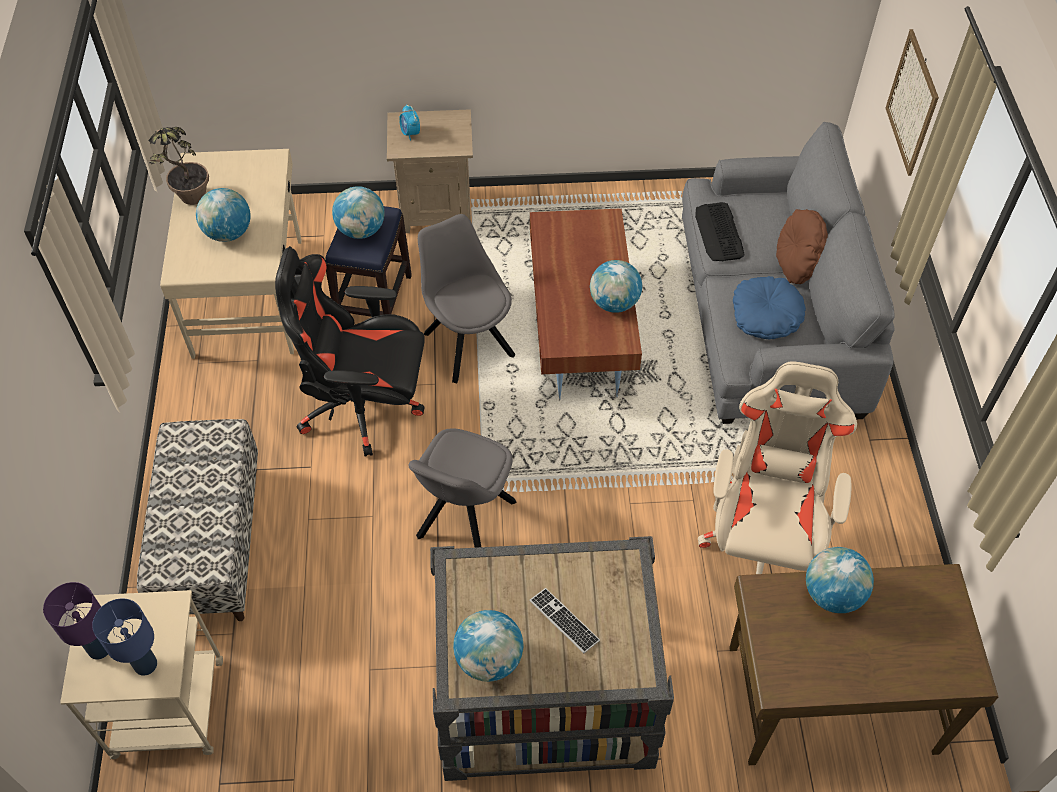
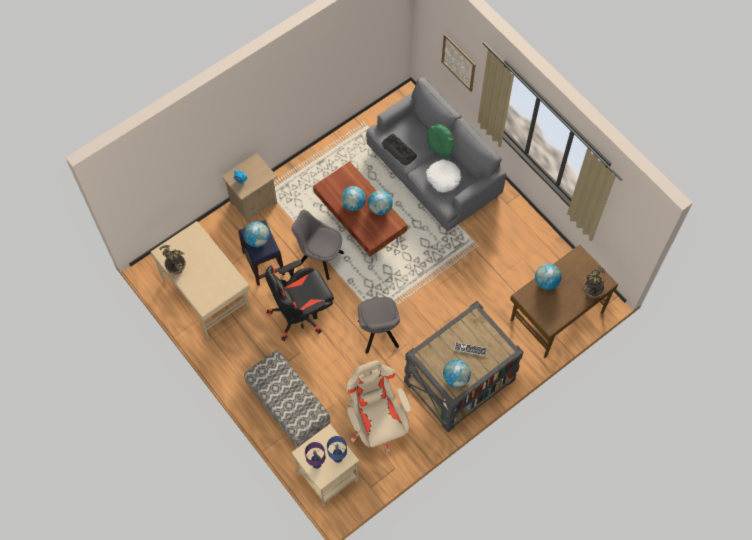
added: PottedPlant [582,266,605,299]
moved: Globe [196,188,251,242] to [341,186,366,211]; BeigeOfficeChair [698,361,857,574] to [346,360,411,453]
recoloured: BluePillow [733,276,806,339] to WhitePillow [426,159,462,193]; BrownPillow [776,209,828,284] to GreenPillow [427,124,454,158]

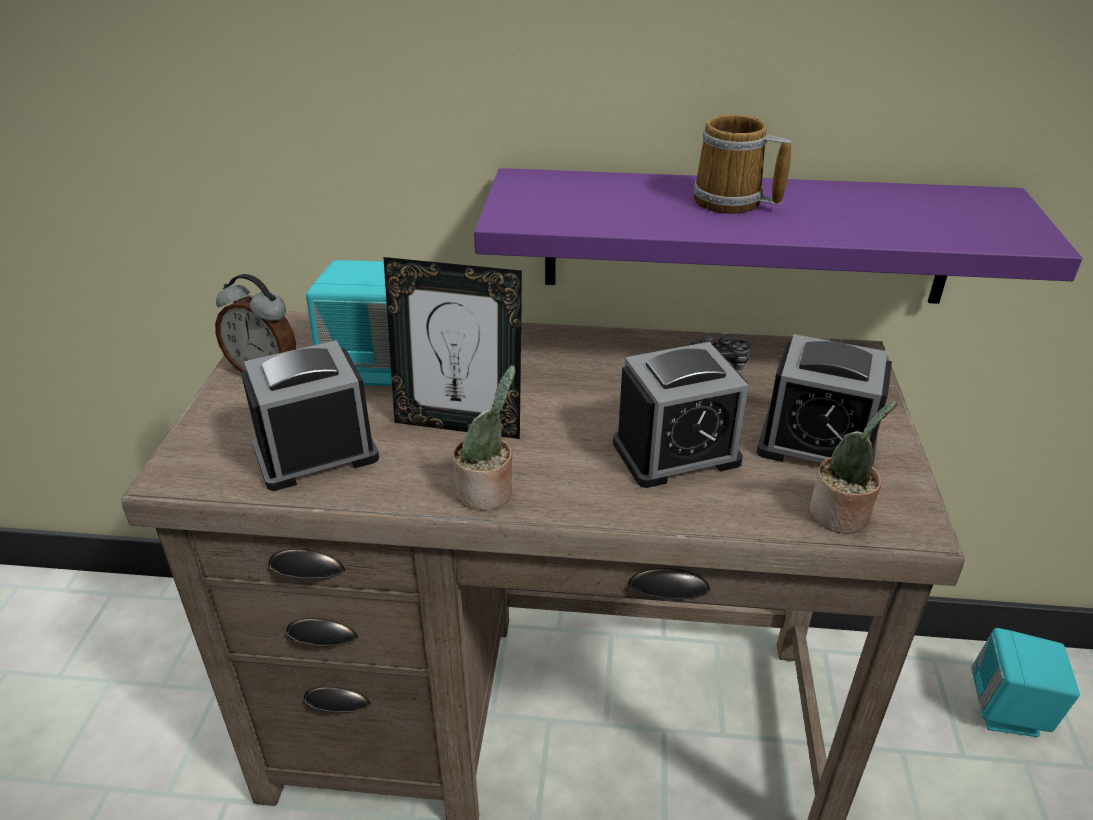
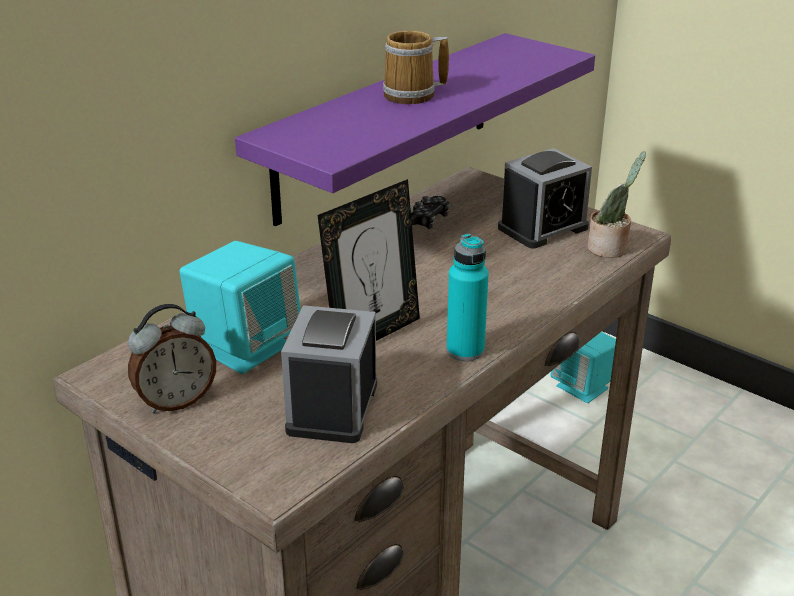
removed: AlarmClock [613,342,749,488]
replaced: PottedPlant [453,365,515,511] to TurquoiseBottle [447,234,489,361]

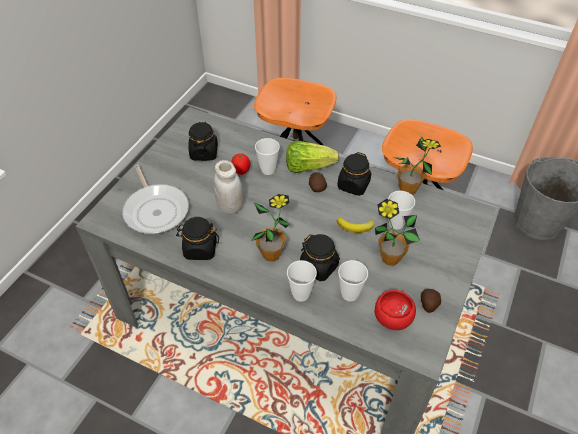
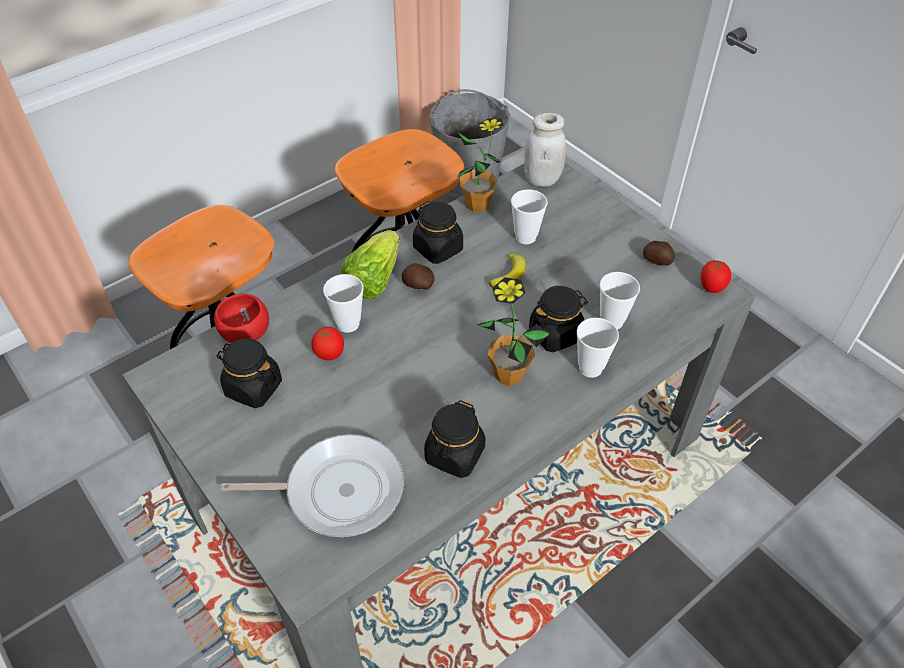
removed: PottedPlant [375,199,420,266]
added: Tomato [701,260,731,293]
moved: RedBowl [375,290,416,330] to [214,294,269,343]; WhiteJar [213,160,243,215] to [524,113,566,187]

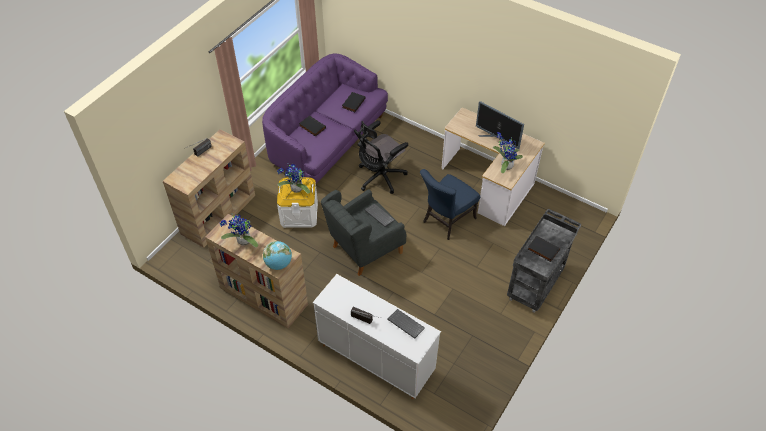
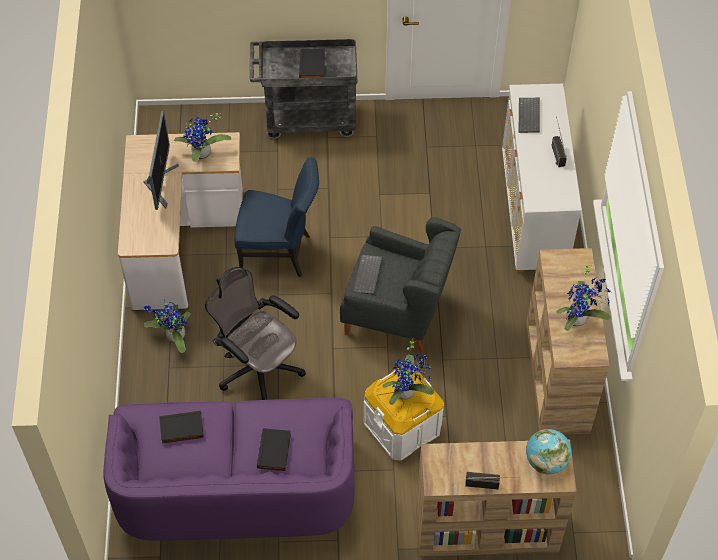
added: PottedPlant [143,300,191,353]
moved: Globe [263,241,292,270] to [526,429,572,474]
turned: OfficeChair [354,120,408,194] = [205,267,306,400] 150 degrees counterclockwise

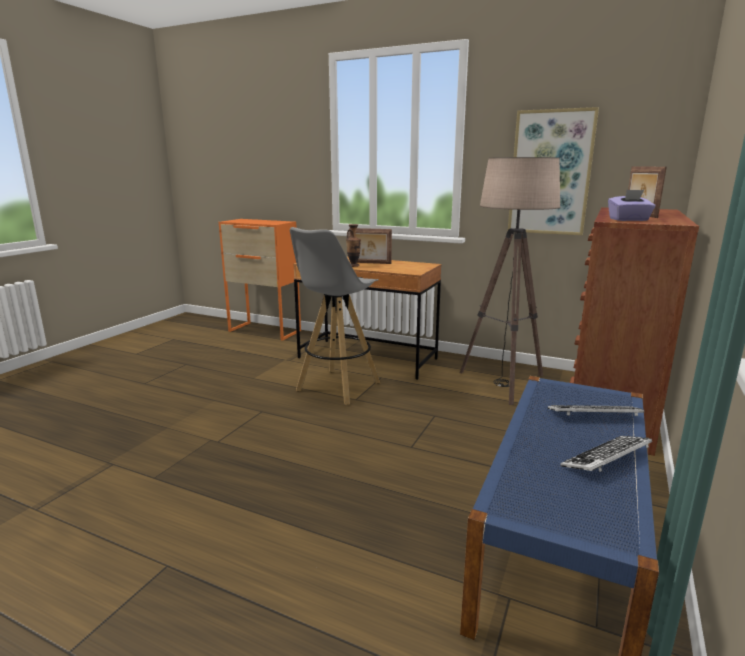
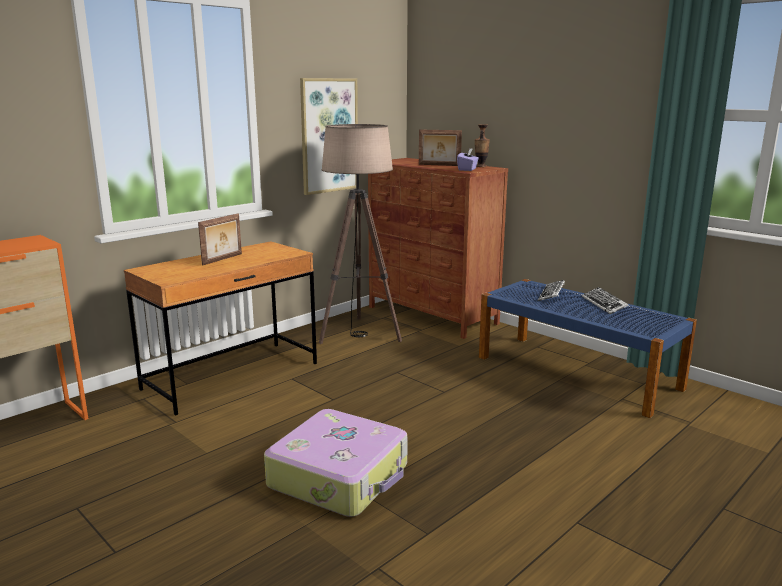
removed: GreyStool [290,227,380,405]
added: Suitcase [264,409,408,517]
moved: Vase [346,224,361,267] to [475,124,490,167]

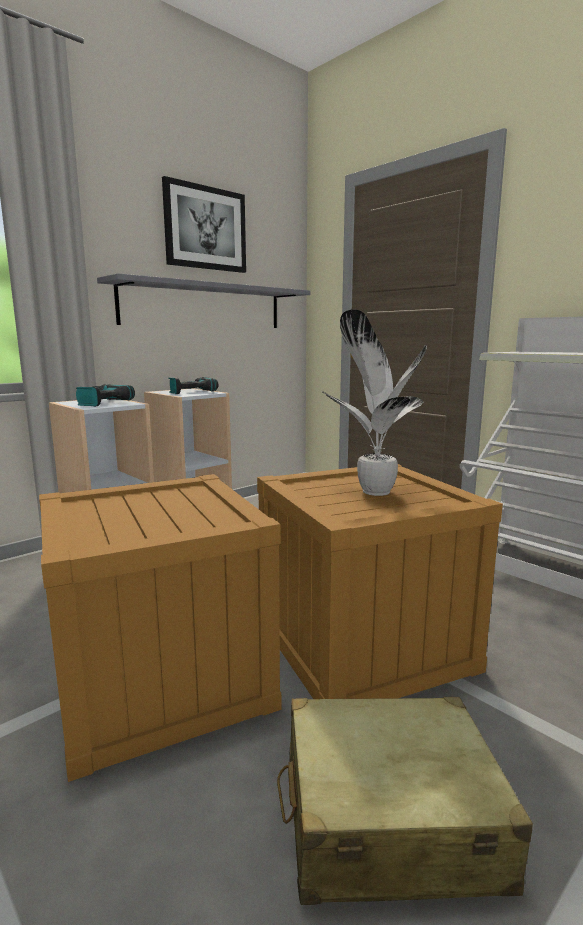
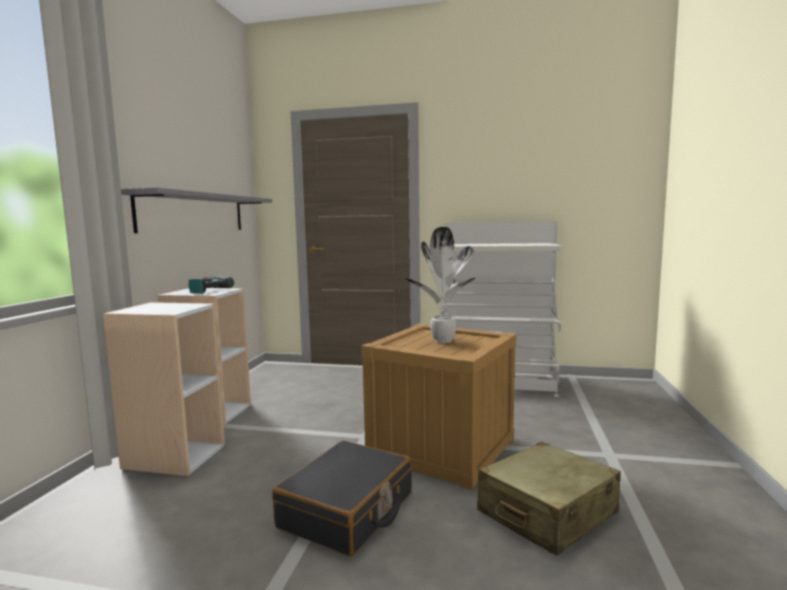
removed: PowerDrill [76,384,135,407]; Picture [162,176,246,273]
replaced: Crate [39,474,281,782] to BlackSuitcase [272,441,412,556]

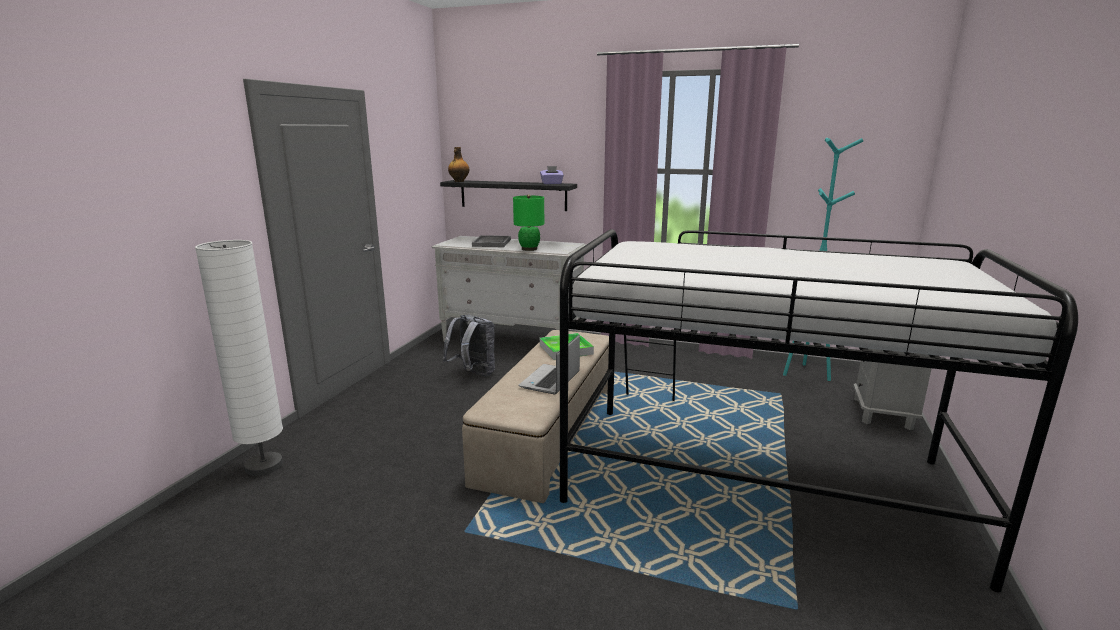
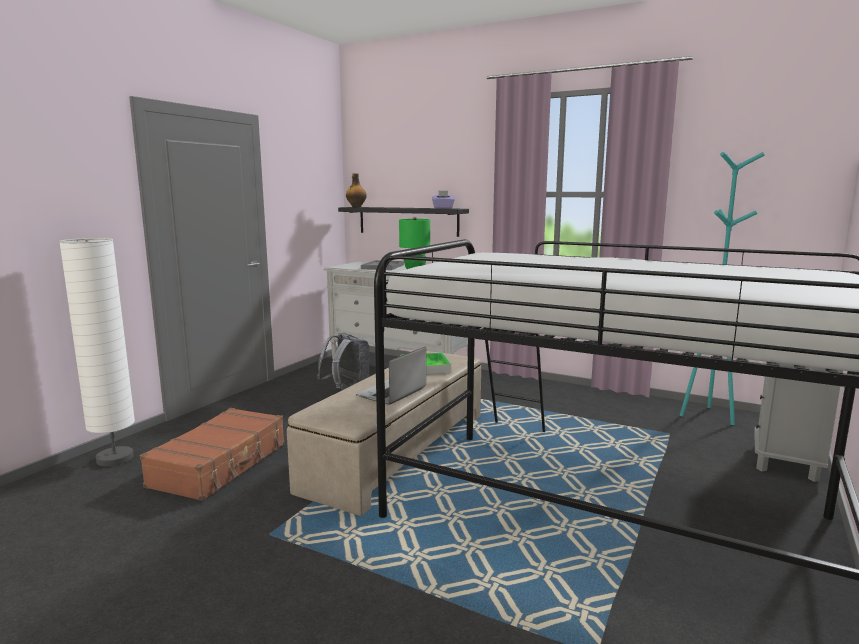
added: BrownSuitcase [140,408,285,501]

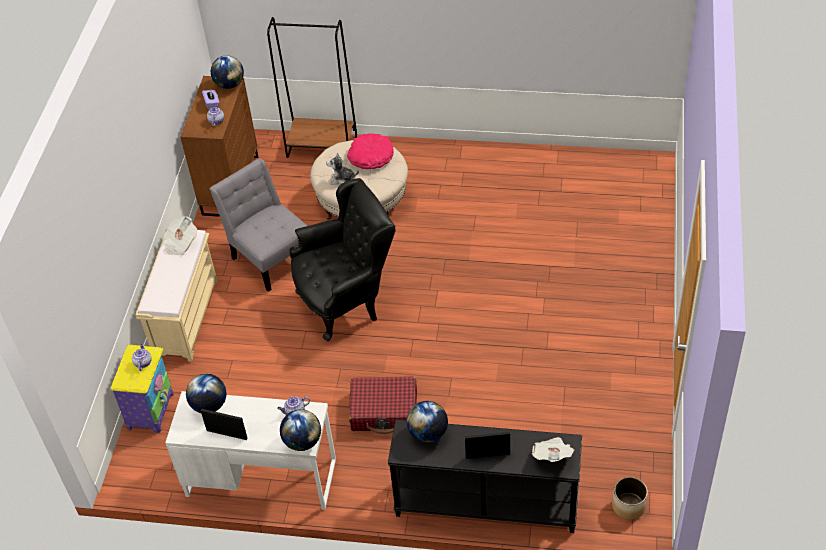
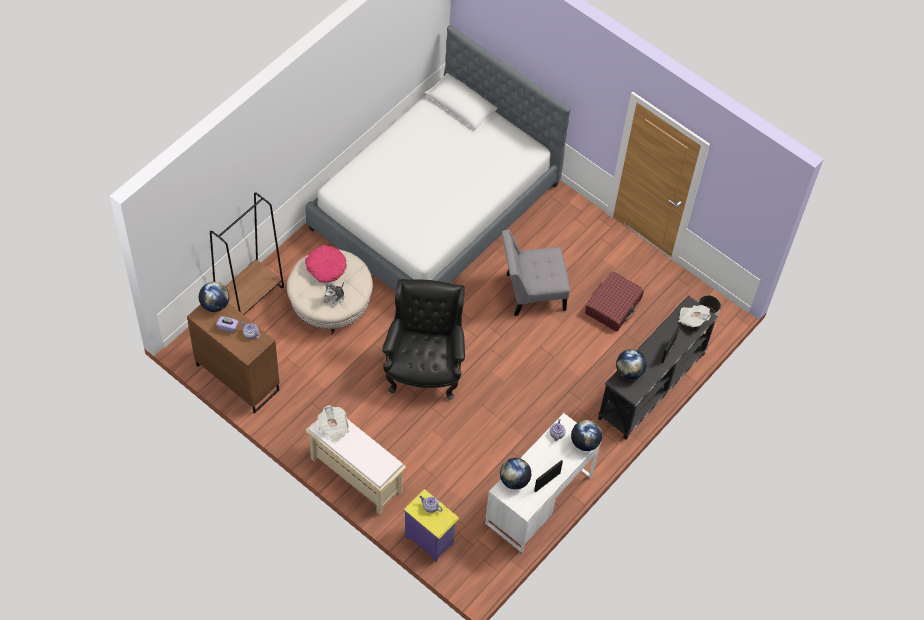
added: Bed [305,25,571,292]
moved: GreyChair [209,158,307,292] to [502,230,570,316]; RedSuitcase [349,377,417,434] to [585,271,644,332]

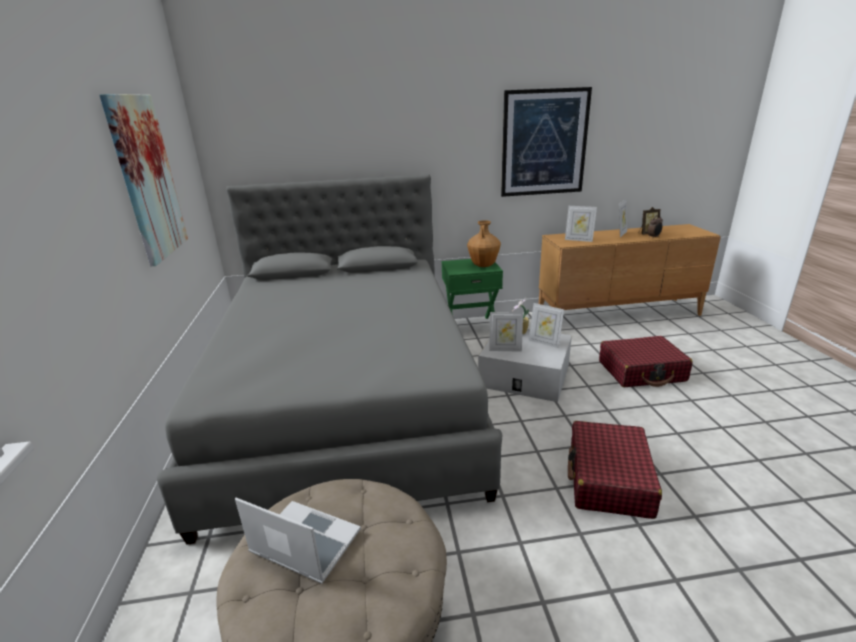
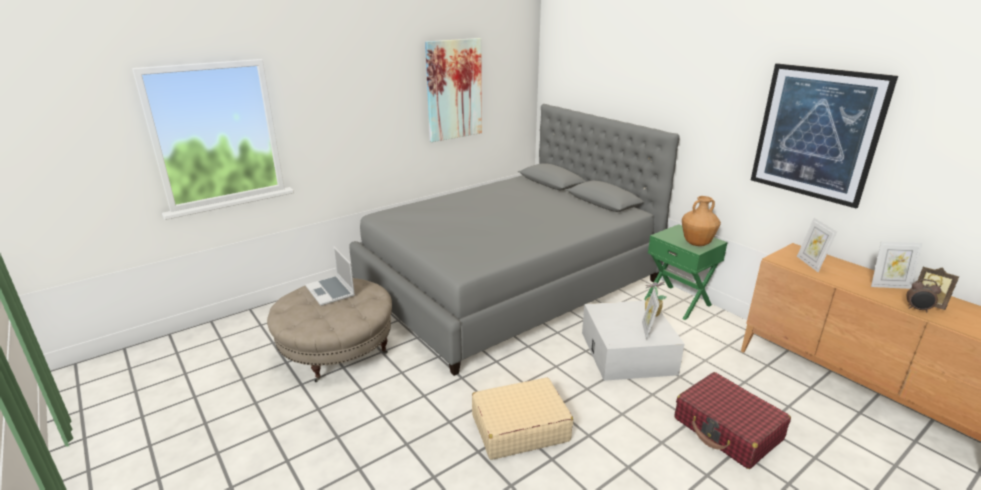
removed: PictureFrame [489,312,523,352]
recoloured: RedSuitcase [568,421,662,519] to BeigeSuitcase [472,377,573,460]
turned: Laptop [235,498,361,584] = [305,246,355,306] 150 degrees clockwise

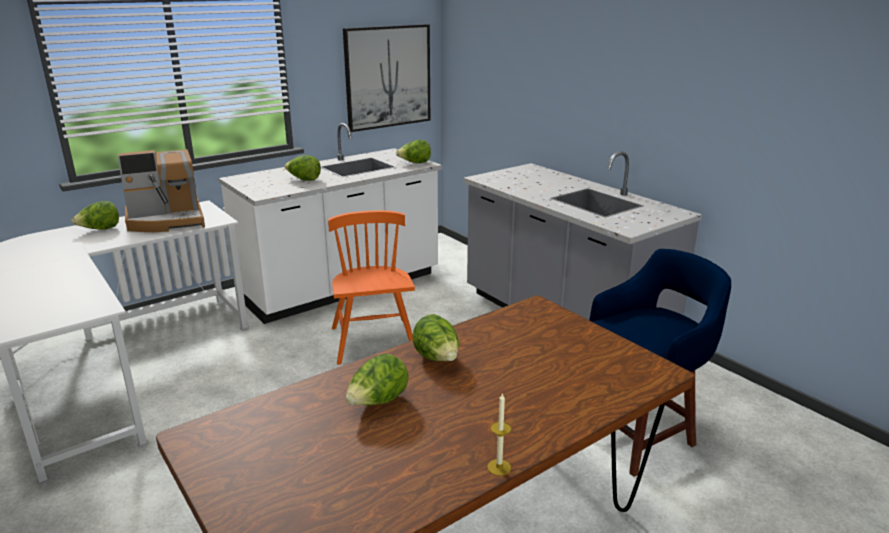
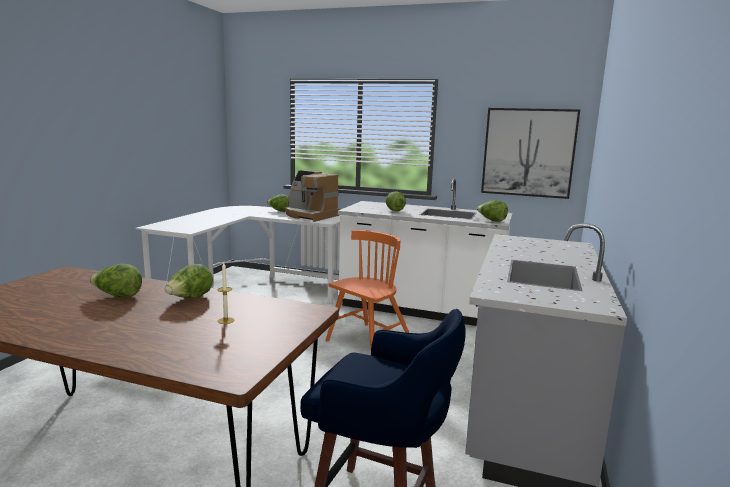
moved: Candle [488,393,511,476] to [218,263,234,324]

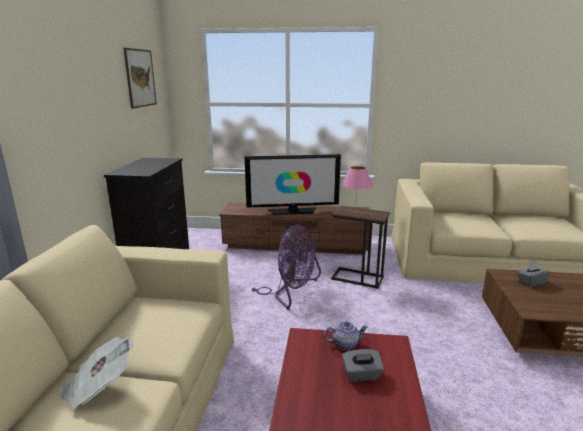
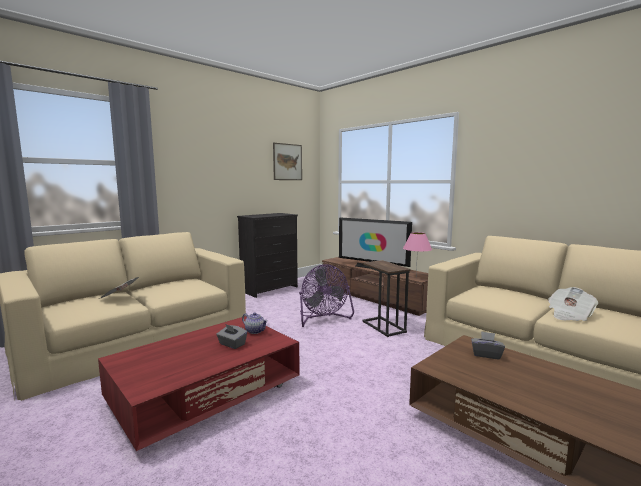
added: Newspaper [548,287,599,321]

